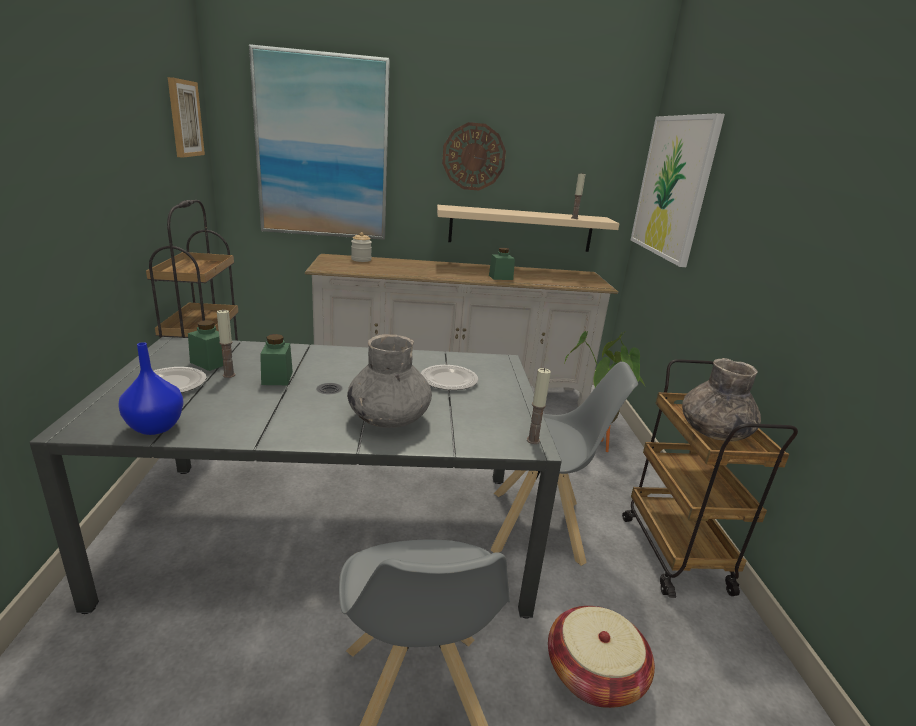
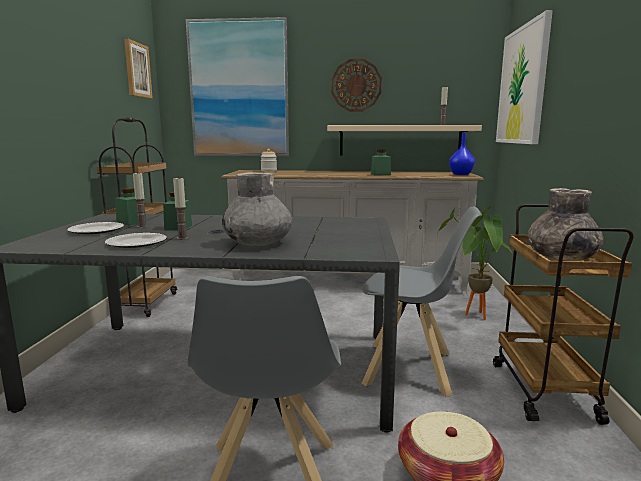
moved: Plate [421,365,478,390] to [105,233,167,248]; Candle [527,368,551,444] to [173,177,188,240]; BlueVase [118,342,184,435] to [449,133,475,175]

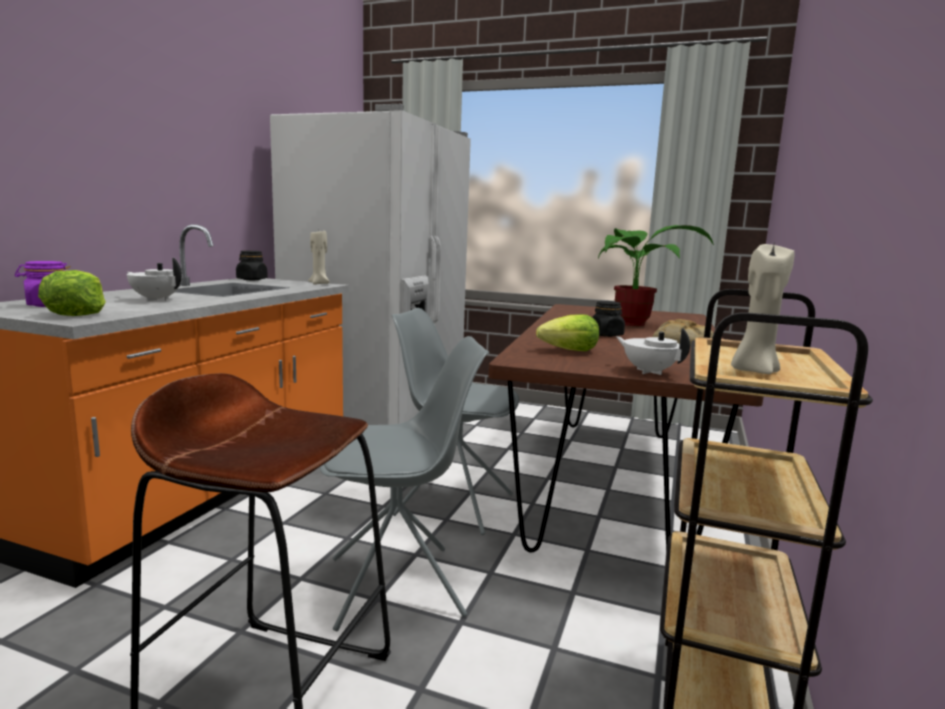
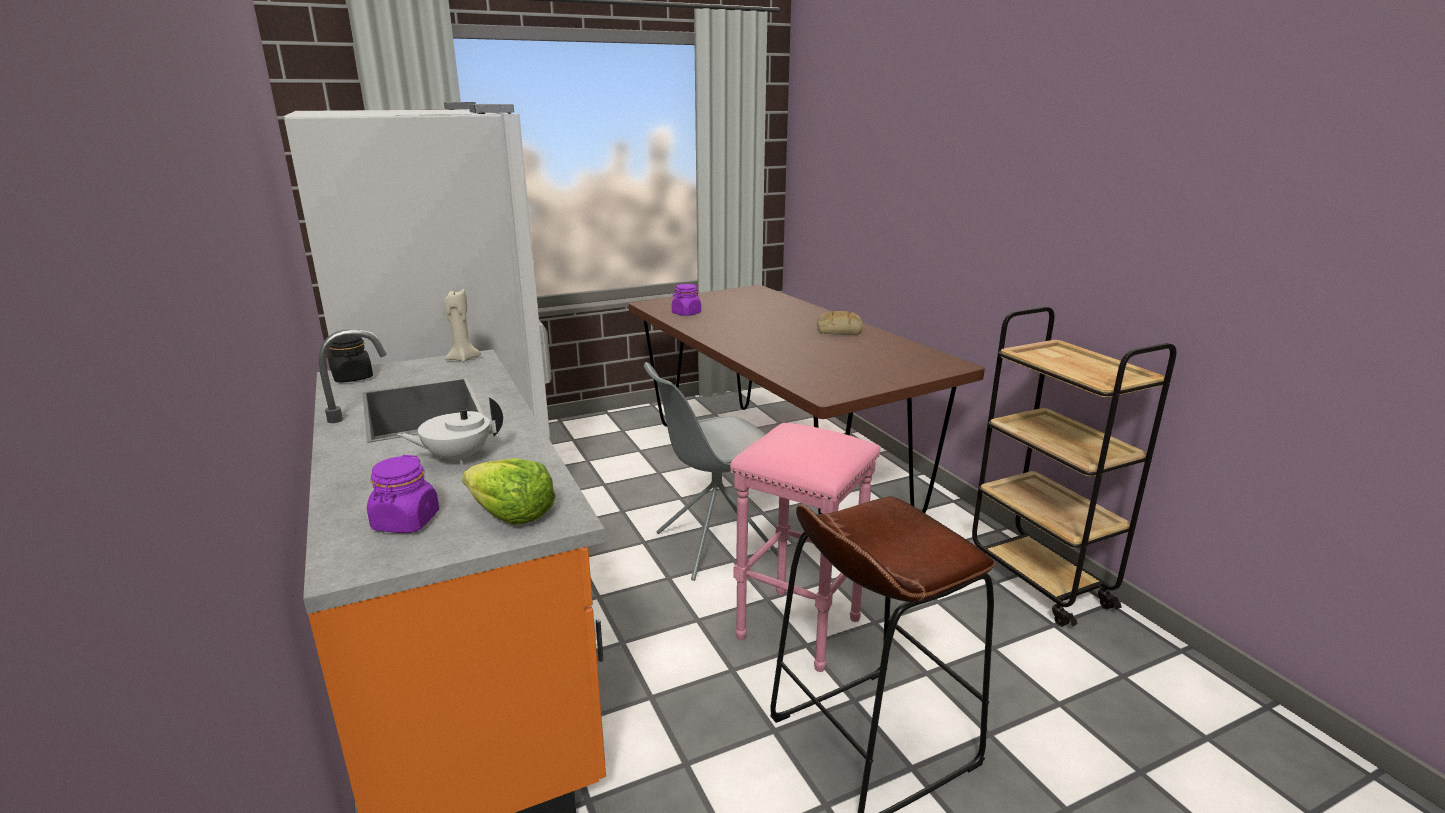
removed: Lettuce [536,314,599,351]; BlackJar [592,301,625,337]; PottedPlant [598,225,714,326]; WhiteTeapot [616,328,690,375]; BeigeCandle [731,241,795,374]
added: PurpleJar [672,284,701,316]
replaced: GreyChair [319,336,490,631] to PinkStool [730,423,880,672]

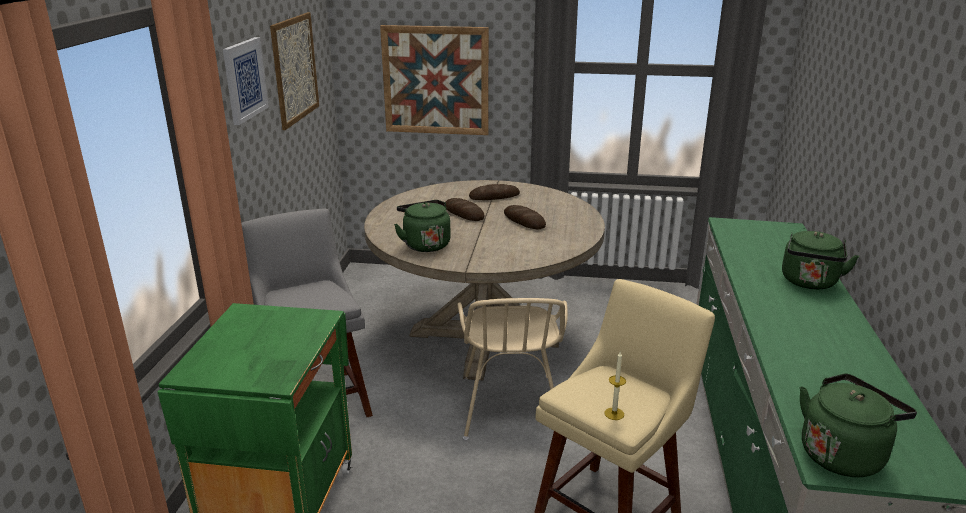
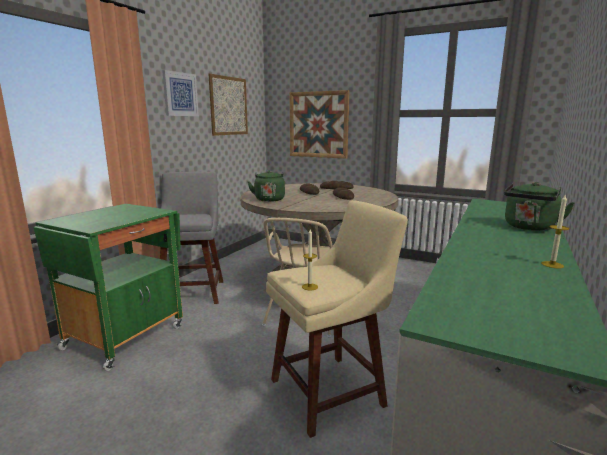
removed: GreenKettle [800,373,917,477]
added: Candle [541,195,569,269]

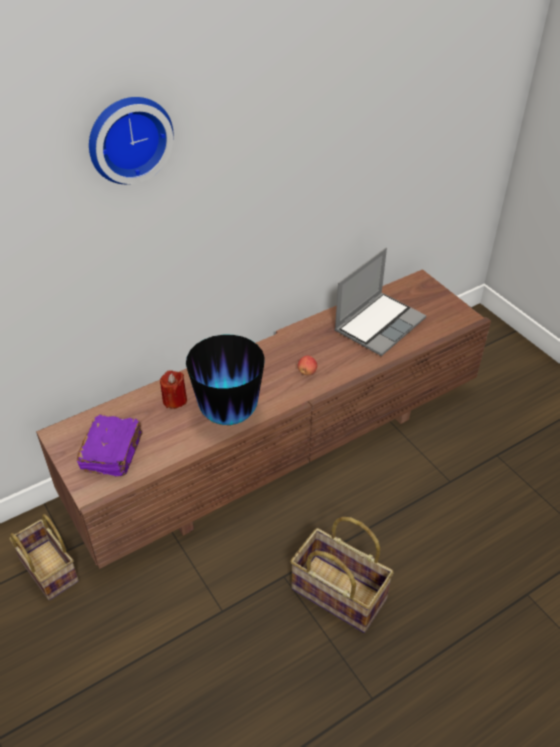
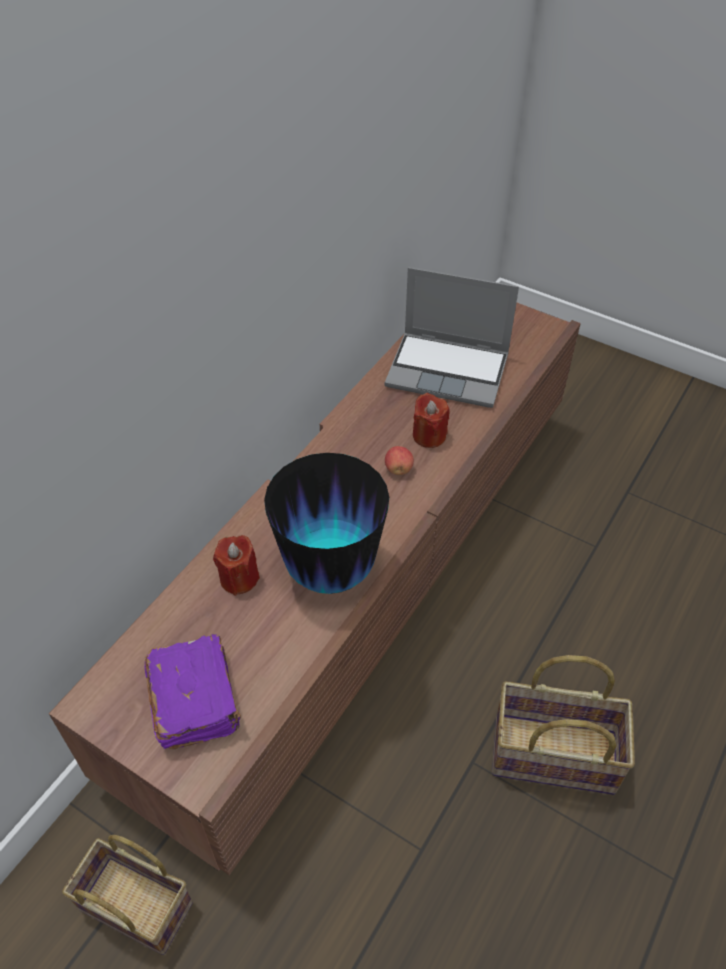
removed: WallClock [89,97,174,184]
added: RedCandle [413,393,450,448]
turned: Laptop [334,248,426,356] = [385,267,519,408] 90 degrees clockwise

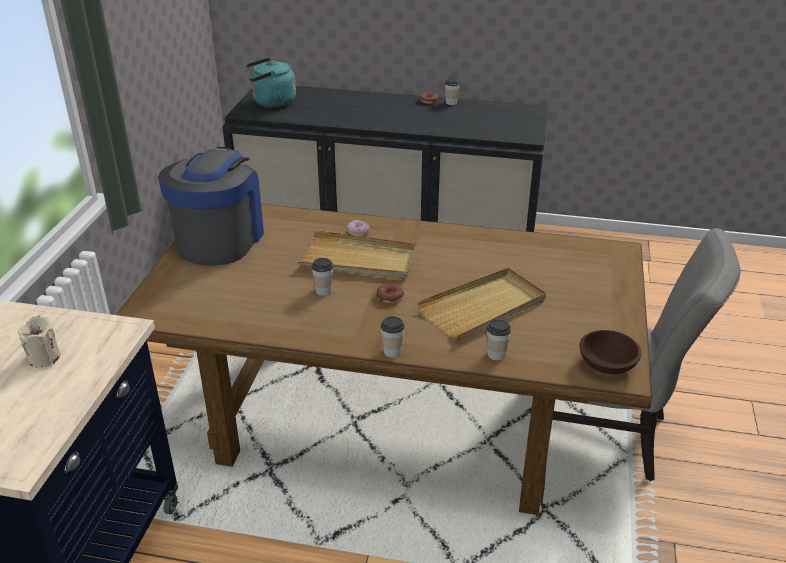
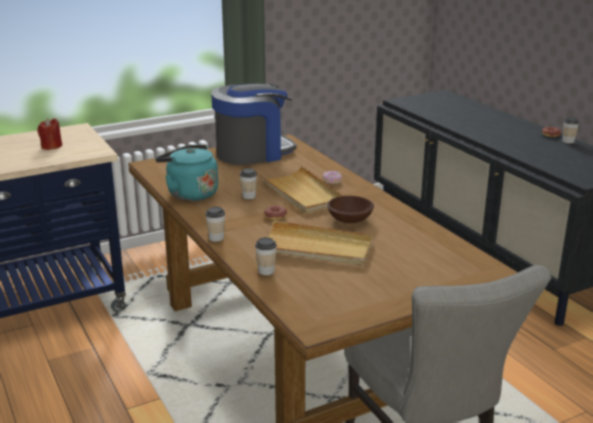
moved: TurquoiseKettle [246,57,296,108] to [155,145,218,201]; BrownBowl [579,330,642,374] to [327,196,374,223]
recoloured: BeigeCandle [18,316,60,368] to RedCandle [38,118,63,150]

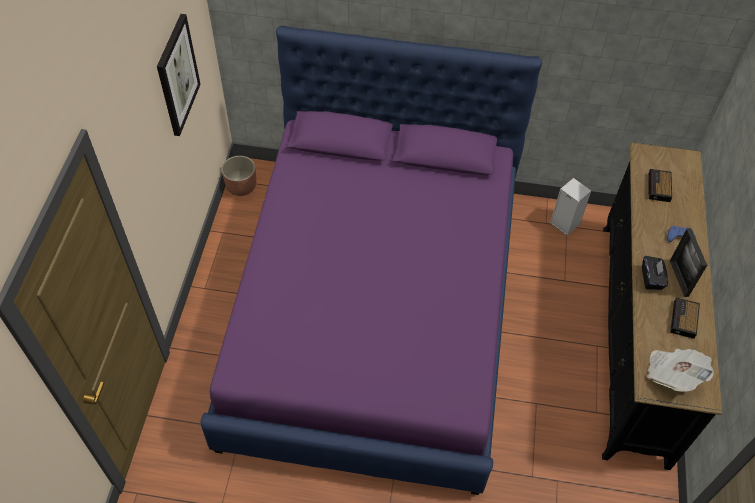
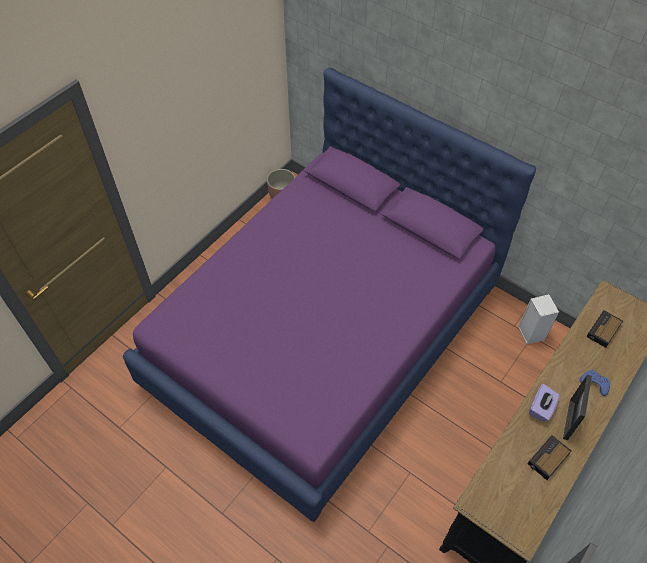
removed: Picture [157,14,201,136]; Newspaper [647,348,714,392]
recoloured: BlackTissueBox [642,256,668,290] to PurpleTissueBox [529,384,560,422]

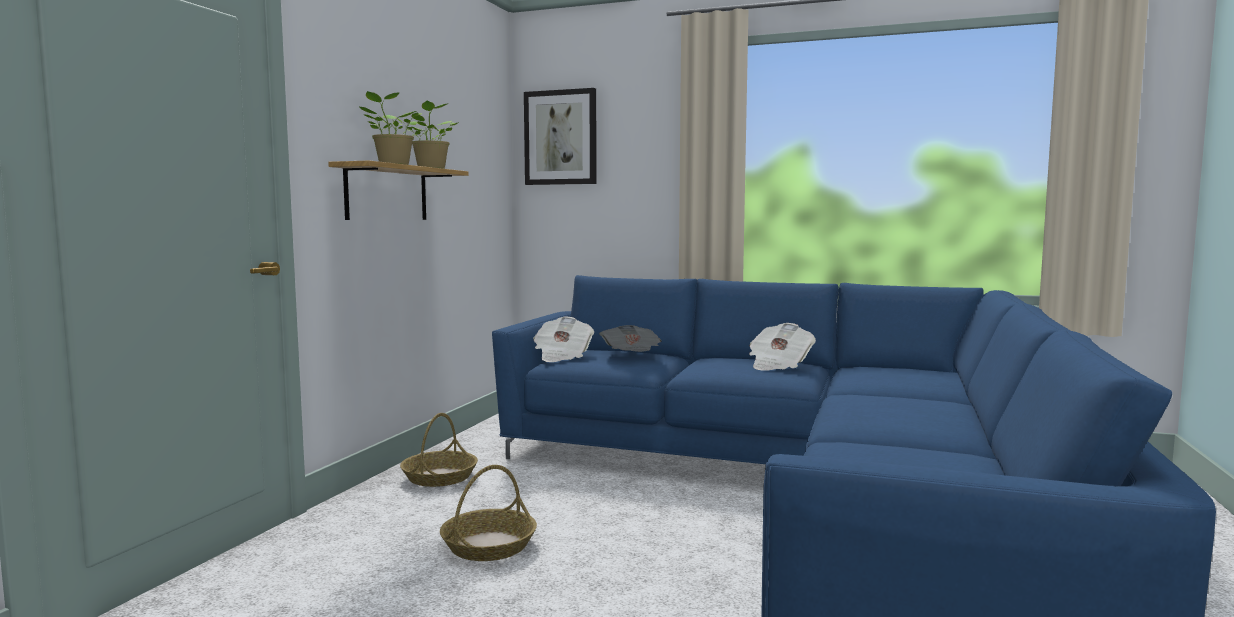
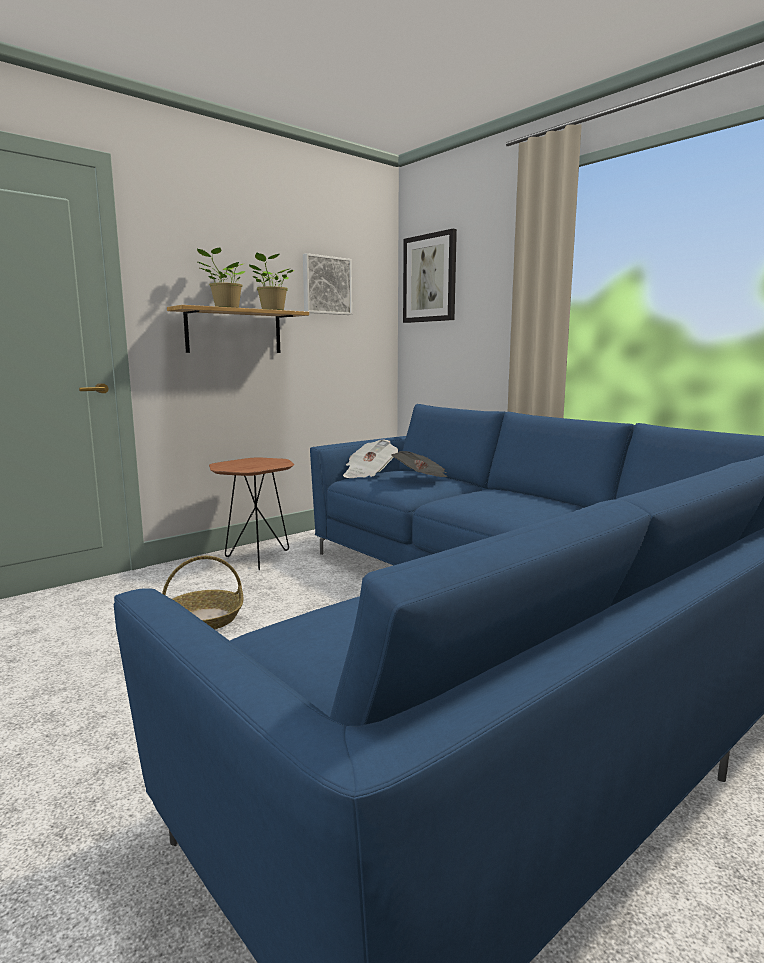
removed: Newspaper [749,323,816,371]
added: Picture [303,253,352,315]
replaced: Basket [400,413,478,487] to BrownSideTable [209,457,294,570]

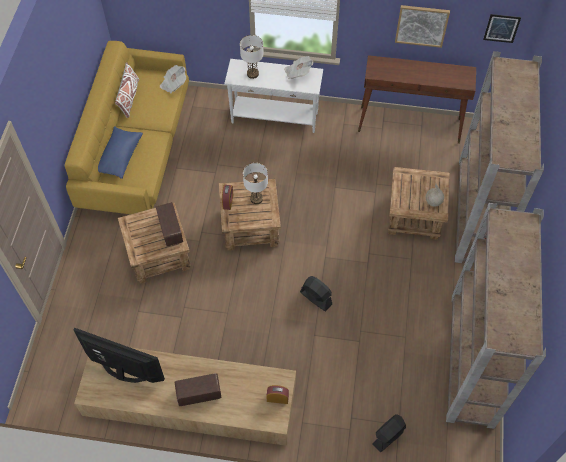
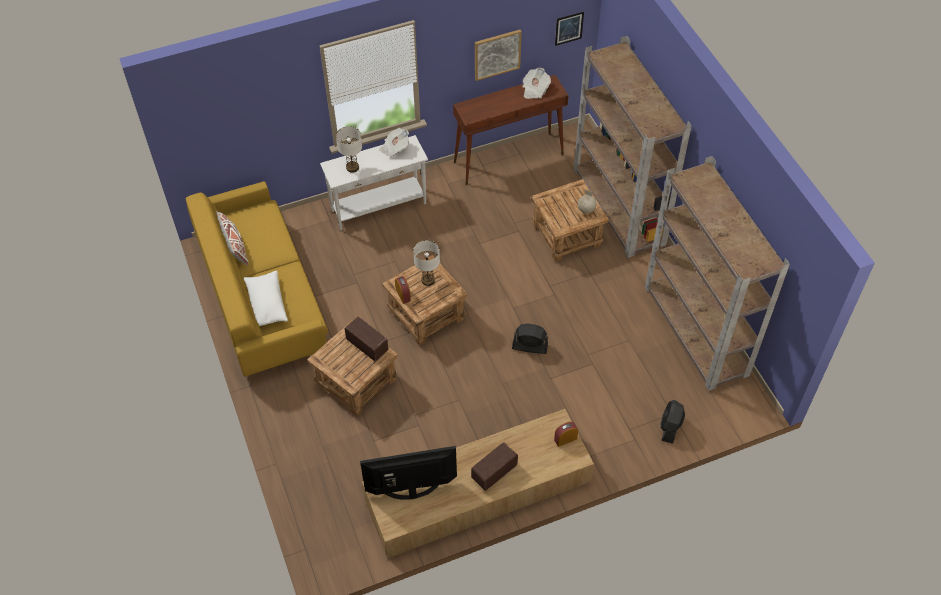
moved: Newspaper [160,65,186,93] to [522,68,551,99]
recoloured: BluePillow [98,127,143,179] to WhitePillow [244,271,288,326]

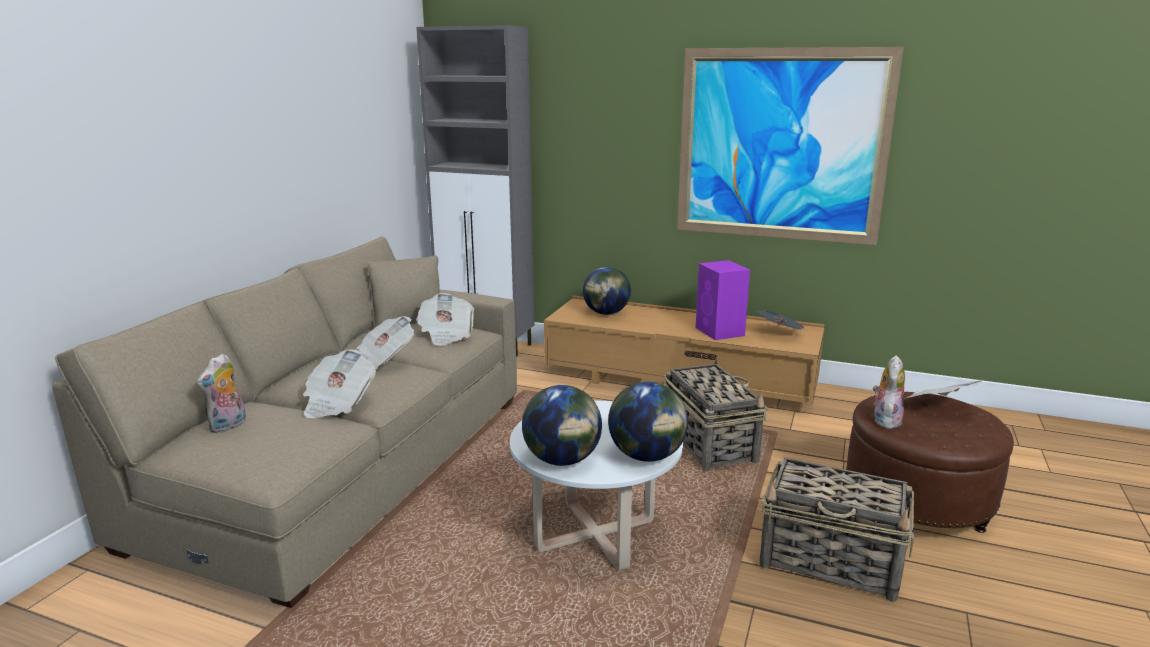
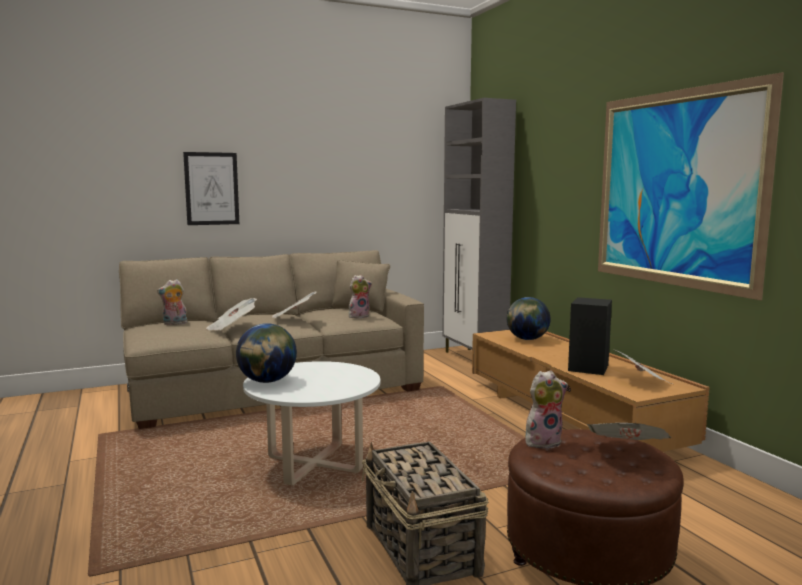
removed: Globe [608,382,688,462]; Basket [664,357,768,471]
added: Picture [183,152,239,225]
replaced: Newspaper [416,293,474,346] to PlushToy [349,275,372,318]
recoloured: PurpleSpeaker [696,260,750,340] to BlackSpeaker [568,297,612,375]

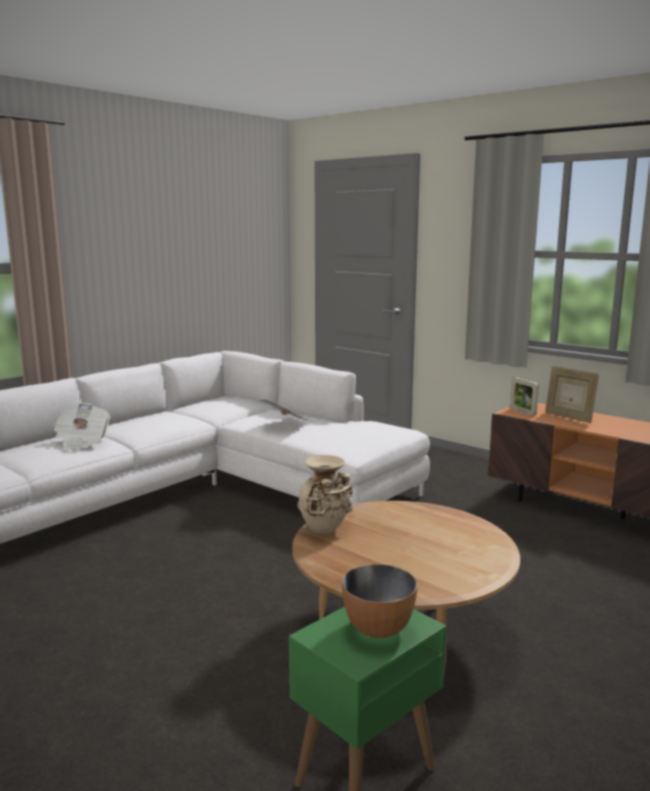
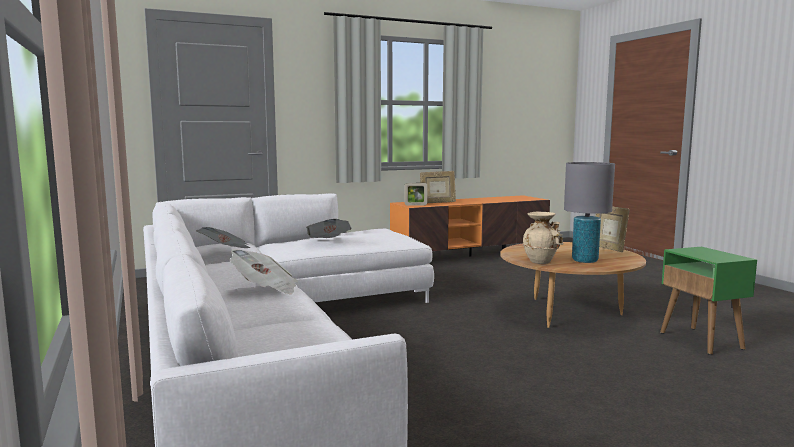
removed: Bowl [342,564,417,638]
added: Newspaper [196,227,251,248]; GreyTableLamp [564,162,615,263]; PictureFrame [595,207,630,252]

